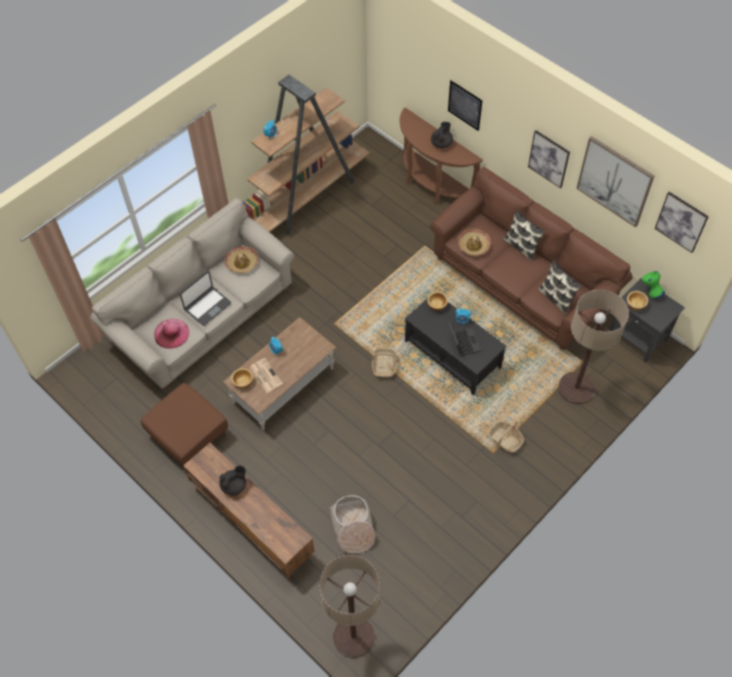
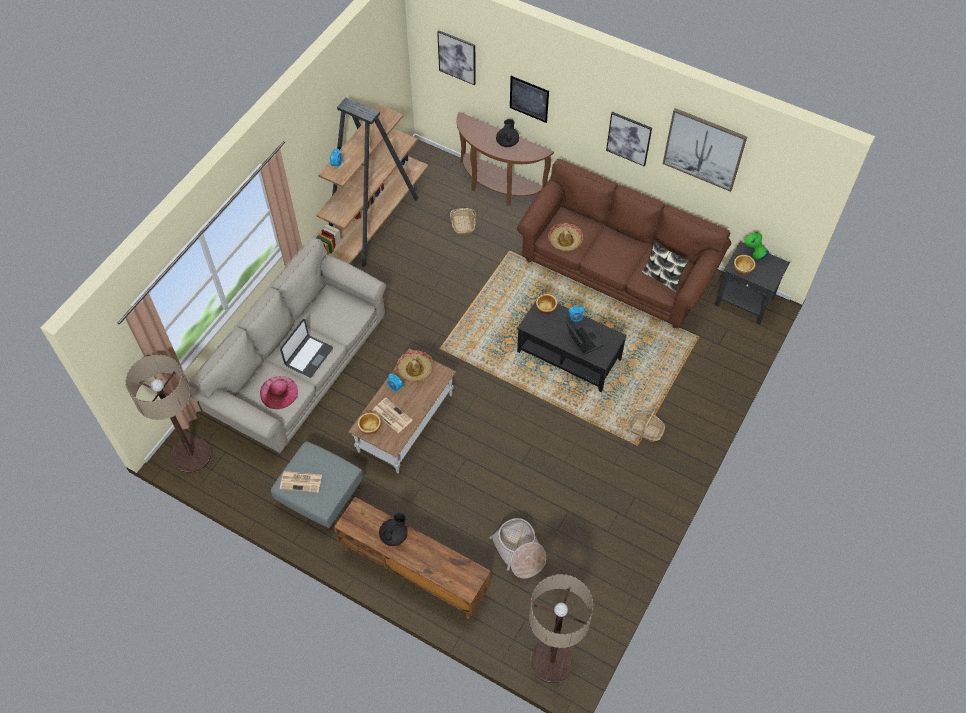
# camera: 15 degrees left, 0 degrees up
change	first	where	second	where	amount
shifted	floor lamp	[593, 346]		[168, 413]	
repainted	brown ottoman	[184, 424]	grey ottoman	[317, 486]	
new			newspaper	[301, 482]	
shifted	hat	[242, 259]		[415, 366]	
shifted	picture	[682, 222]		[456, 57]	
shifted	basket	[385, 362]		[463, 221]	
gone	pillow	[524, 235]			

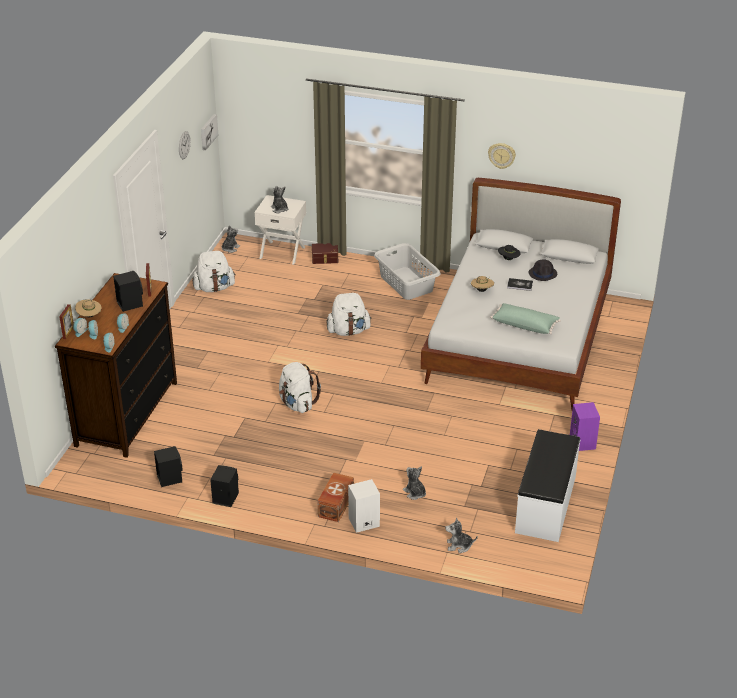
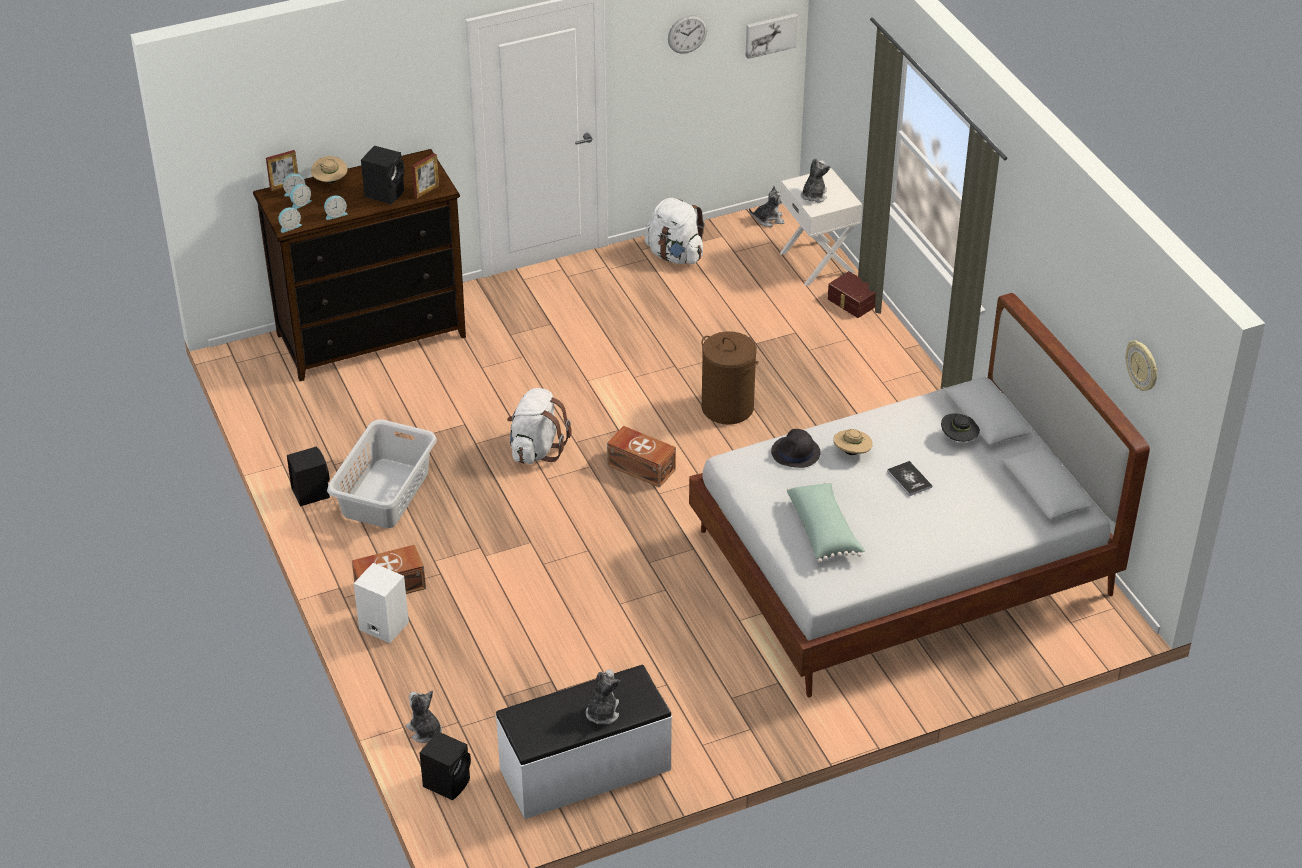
# camera: 50 degrees right, 5 degrees up
change	first	where	second	where	amount
shifted	grey laundry basket	[407, 271]		[382, 473]	
shifted	black speaker	[168, 466]		[445, 766]	
shifted	plush toy	[414, 483]		[603, 696]	
new			brown storage box	[641, 457]	
swapped	white backpack	[349, 314]	brown laundry basket	[730, 377]	
shifted	black hat	[543, 270]		[796, 448]	
shifted	wall clock	[502, 156]		[1142, 365]	
gone	purple speaker	[585, 426]			

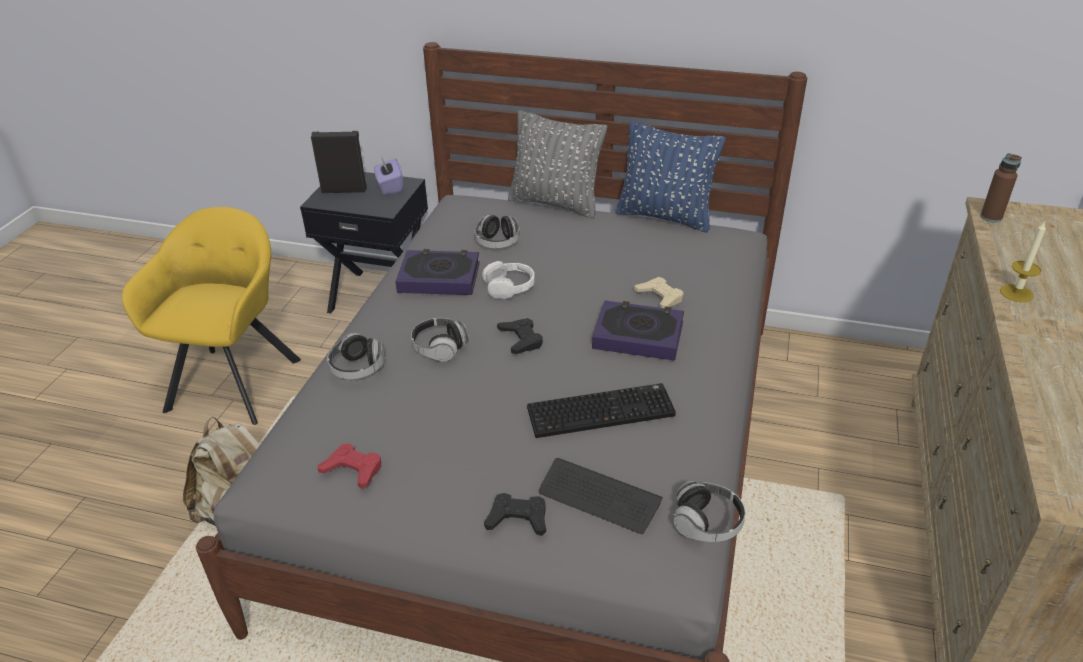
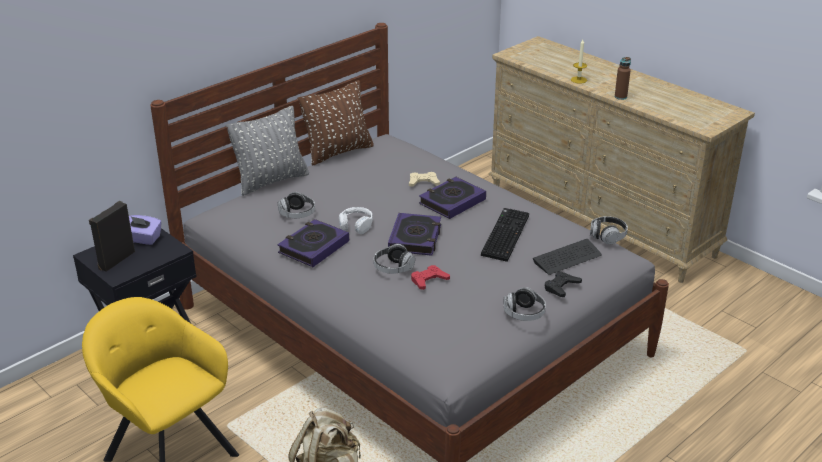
# camera: 60 degrees left, 5 degrees down
change	first	where	second	where	amount
repainted	blue pillow	[670, 176]	brown pillow	[335, 123]	
swapped	black game controller	[520, 336]	book	[414, 234]	
shifted	red game controller	[349, 466]		[430, 277]	
shifted	headphones	[355, 356]		[525, 304]	
shifted	brown bottle	[1001, 188]		[623, 78]	

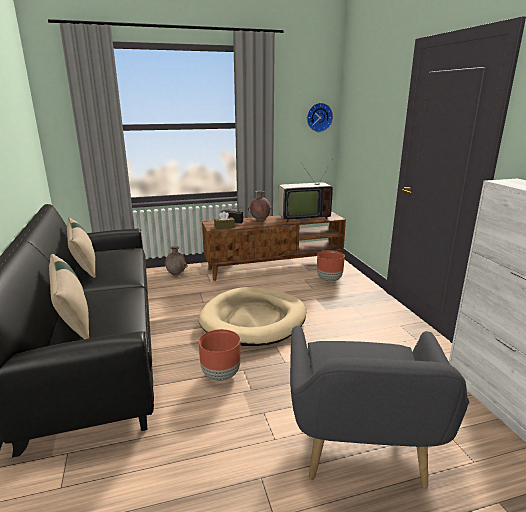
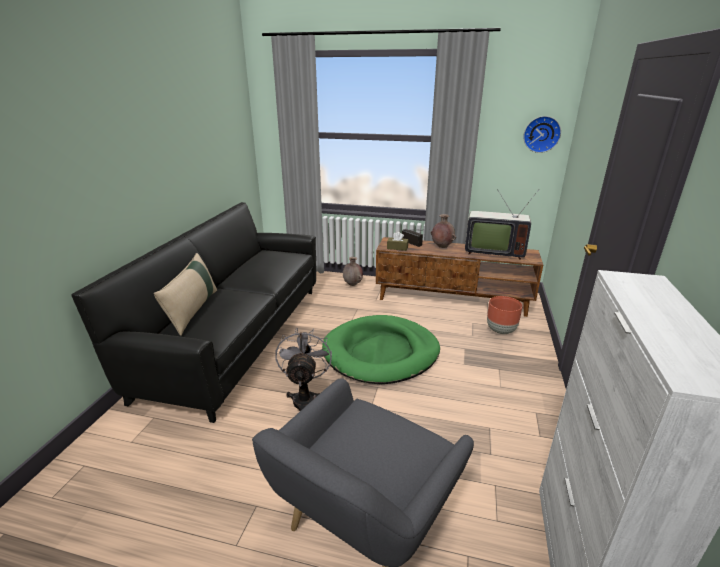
# camera: 30 degrees right, 5 degrees up
change	first	where	second	where	amount
swapped	brown planter	[220, 355]	grey fan	[303, 369]	
repainted	beige dog bed	[252, 316]	green dog bed	[381, 349]	
gone	beige pillow	[81, 248]			

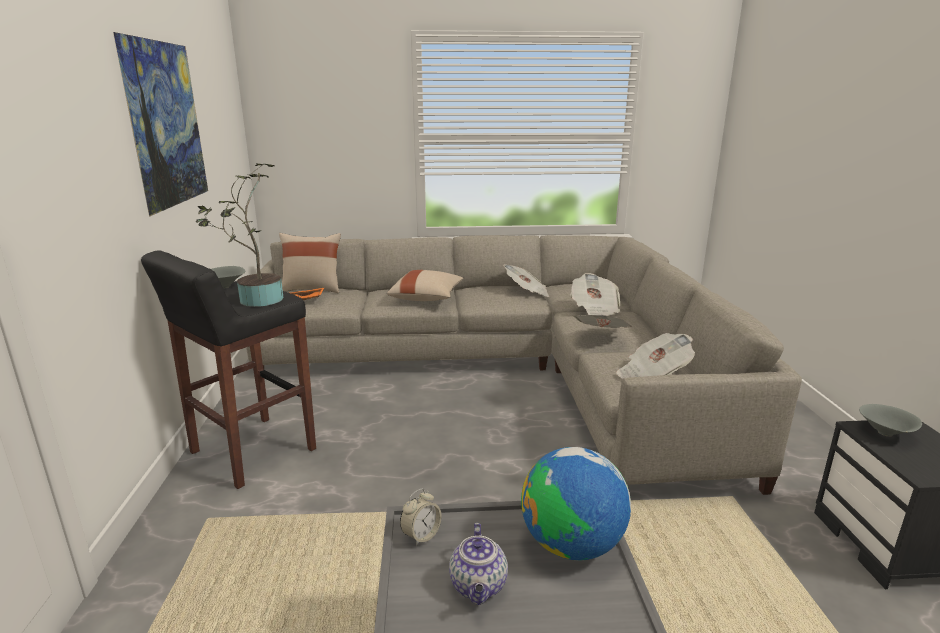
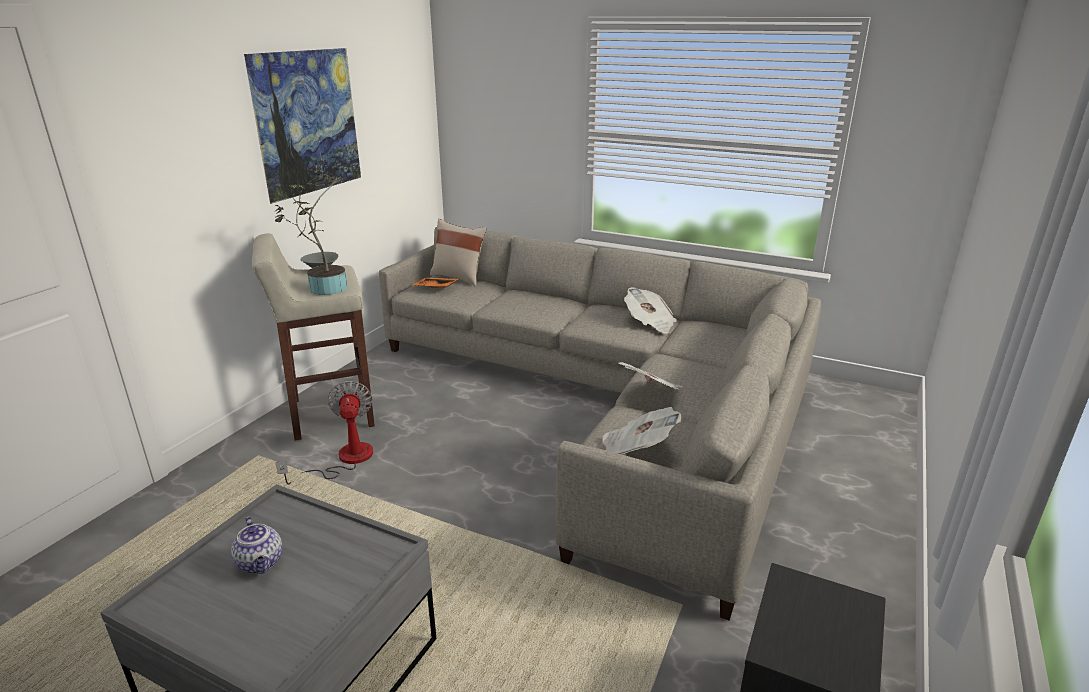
# camera: 30 degrees right, 5 degrees up
change	first	where	second	where	amount
rotated	teapot	[478, 564]		[256, 545]	60 degrees counterclockwise
repainted	black stool	[228, 369]	beige stool	[313, 336]	
new			fan	[324, 432]	
gone	beige pillow	[425, 285]			
gone	alarm clock	[421, 517]			
gone	globe	[576, 503]			
gone	newspaper	[595, 294]			
gone	grey bowl	[890, 420]			

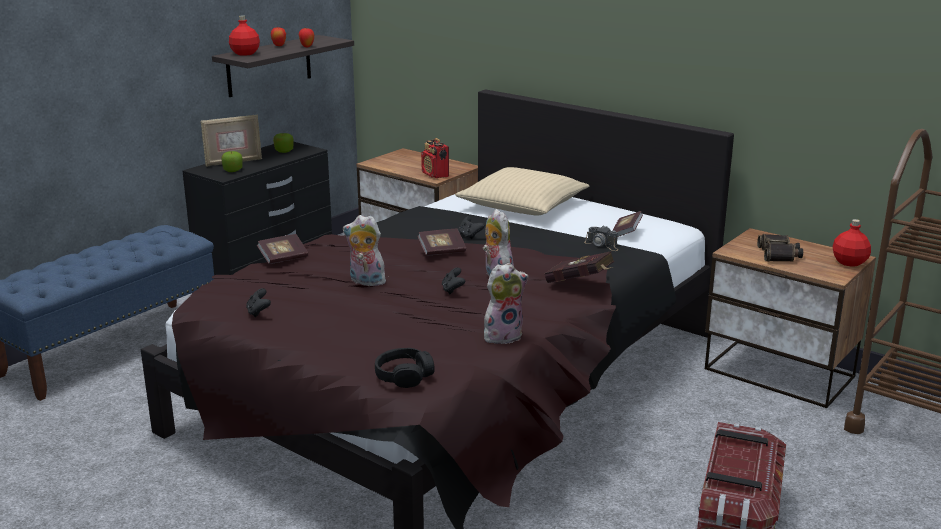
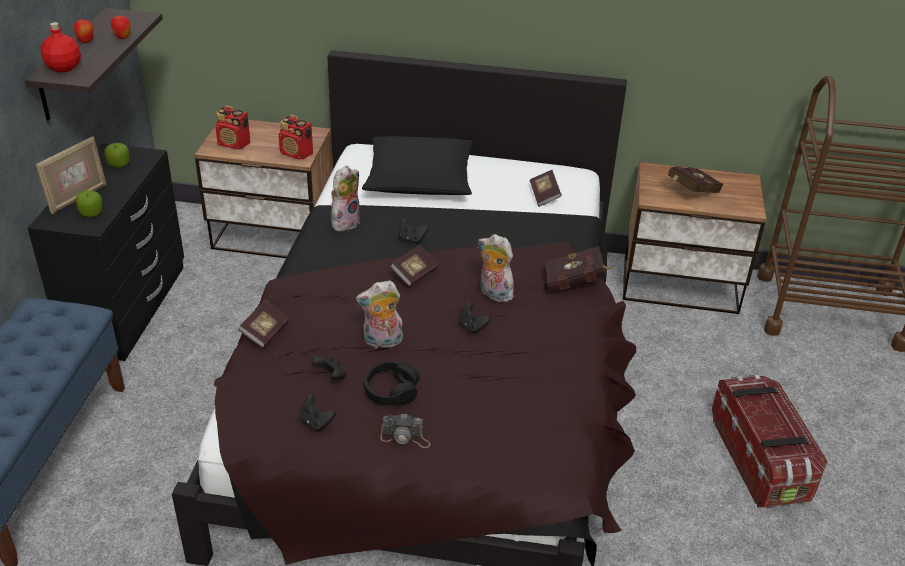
# camera: 30 degrees left, 15 degrees up
change	first	where	second	where	amount
new			radio	[233, 127]	
new			black game controller	[329, 368]	
shifted	plush toy	[506, 303]		[345, 199]	
repainted	beige pillow	[522, 191]	black pillow	[417, 165]	
shifted	black headphones	[405, 368]		[391, 384]	
shifted	photo camera	[601, 238]		[405, 430]	
swapped	binoculars	[780, 248]	red book	[696, 179]	
gone	red bottle	[852, 243]			

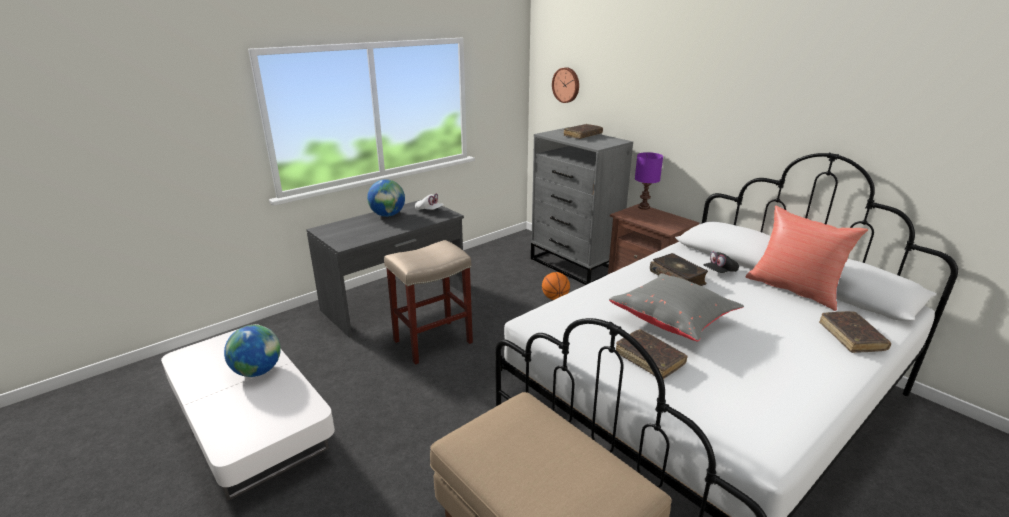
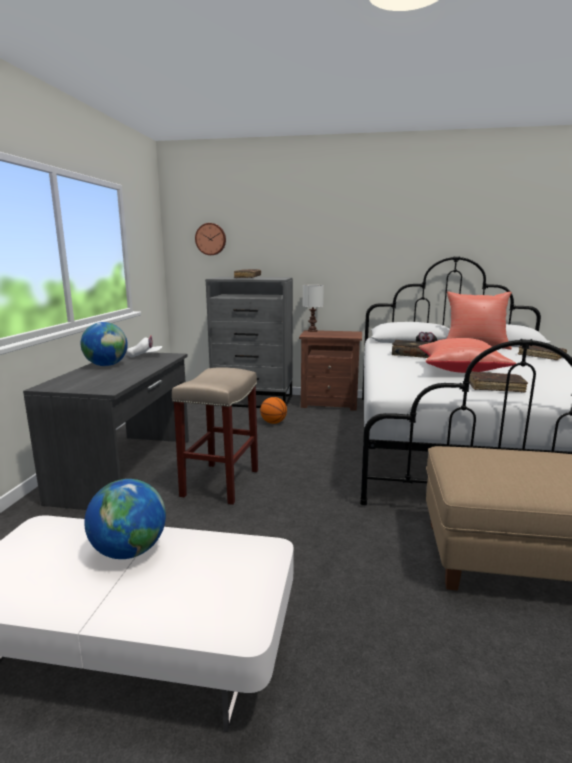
# camera: 40 degrees left, 10 degrees down
change	first	where	second	where	amount
repainted	purple table lamp	[649, 181]	white table lamp	[313, 308]	
repainted	grey pillow	[676, 307]	red pillow	[467, 355]	

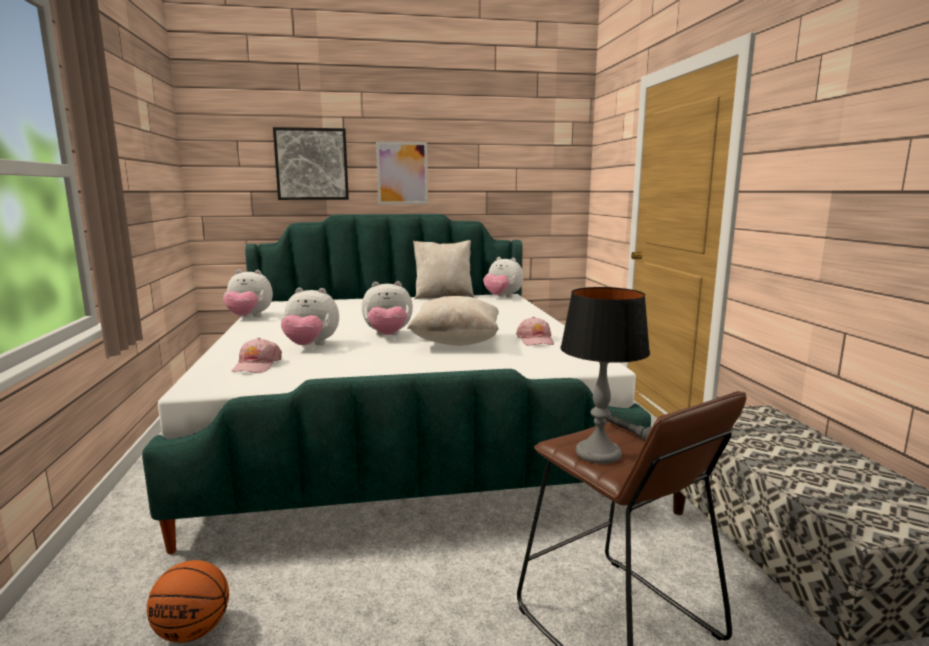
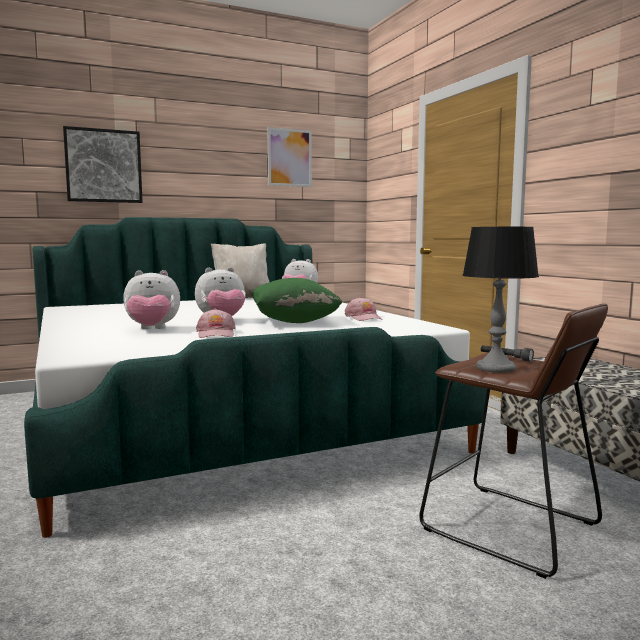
# camera: 15 degrees left, 5 degrees down
change	first	where	second	where	amount
shifted	pink cap	[257, 355]		[216, 323]	
repainted	beige pillow	[453, 321]	green pillow	[296, 300]	
shifted	picture	[402, 173]		[289, 157]	
gone	basketball	[188, 601]			
gone	plush toy	[248, 293]			

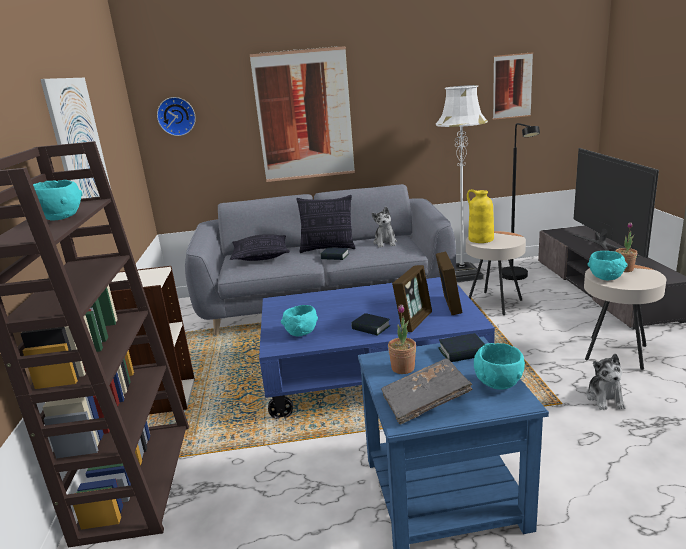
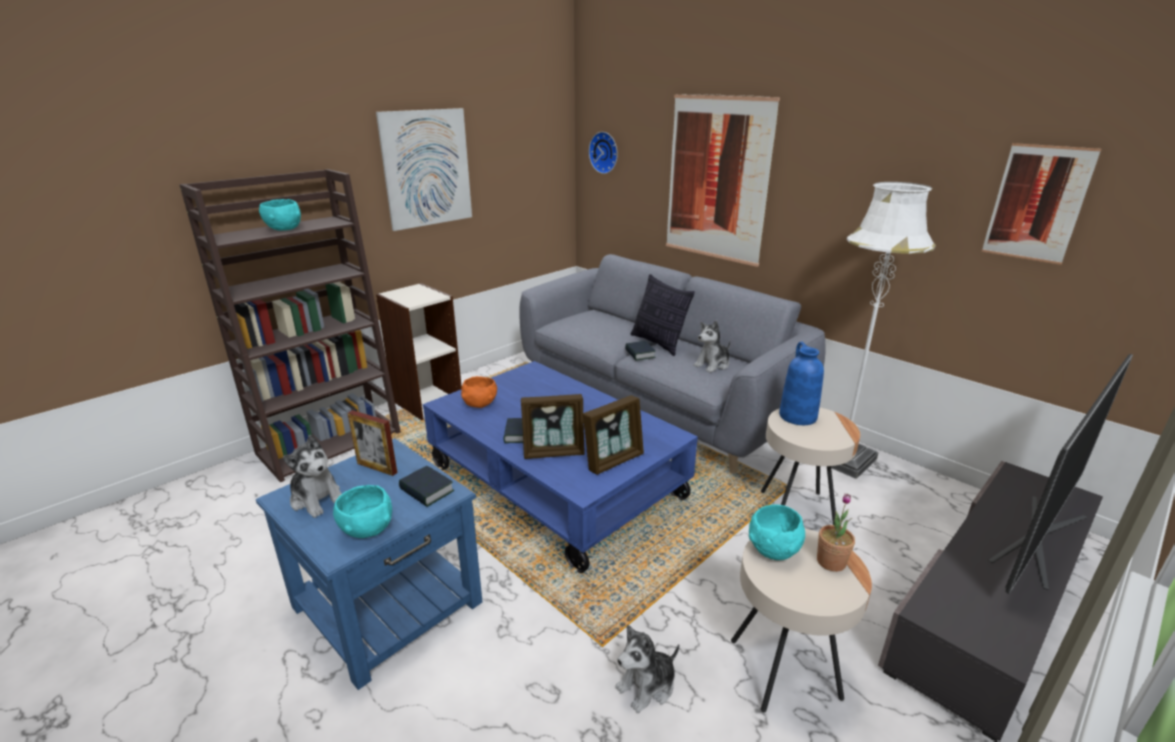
# camera: 50 degrees right, 5 degrees up
change	first	where	second	where	amount
swapped	grey book	[426, 391]	plush toy	[312, 476]	
swapped	potted plant	[402, 339]	picture frame	[372, 443]	
repainted	turquoise bowl	[299, 320]	orange bowl	[479, 392]	
repainted	yellow vase	[480, 216]	blue vase	[801, 383]	
gone	pillow	[260, 247]			
gone	black floor lamp	[521, 201]			

